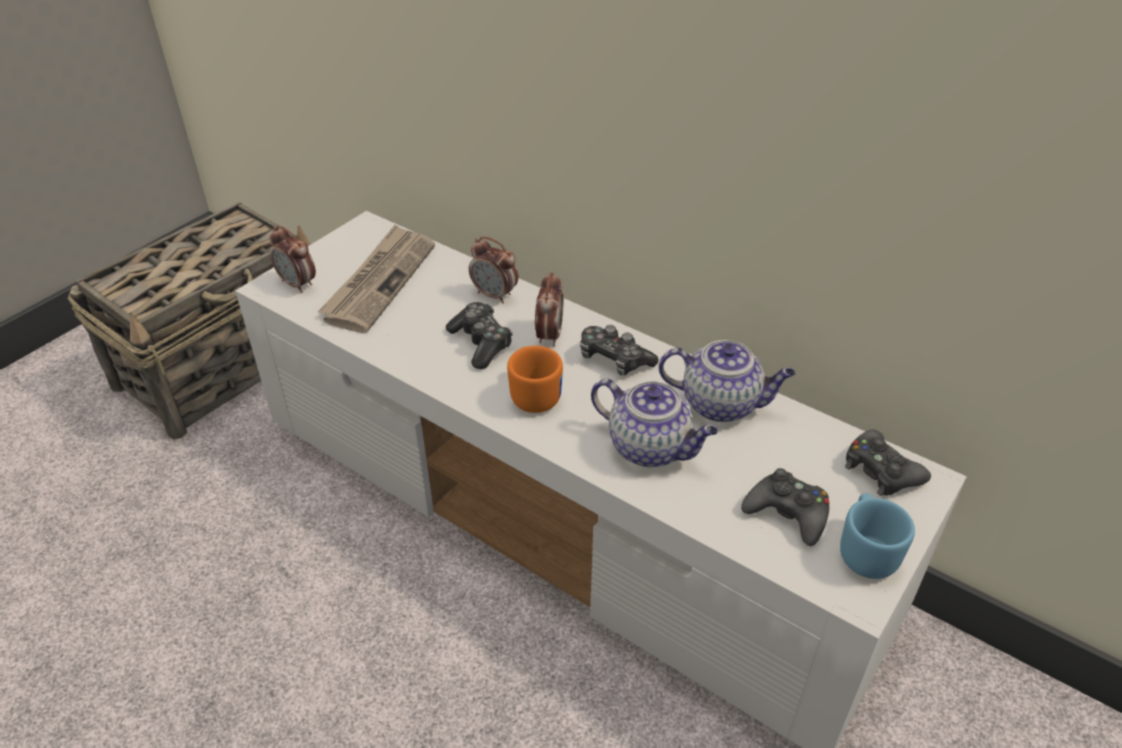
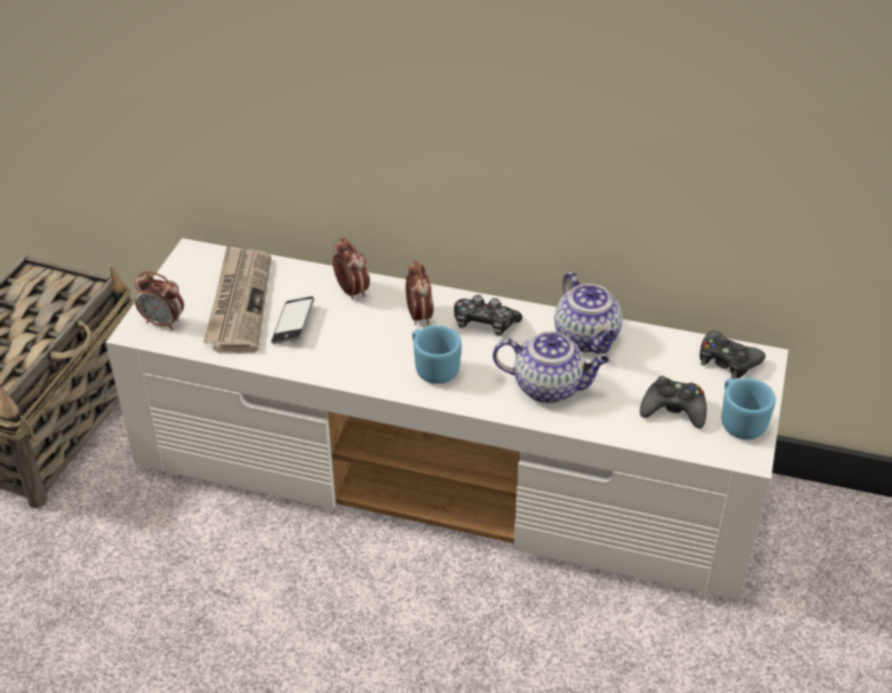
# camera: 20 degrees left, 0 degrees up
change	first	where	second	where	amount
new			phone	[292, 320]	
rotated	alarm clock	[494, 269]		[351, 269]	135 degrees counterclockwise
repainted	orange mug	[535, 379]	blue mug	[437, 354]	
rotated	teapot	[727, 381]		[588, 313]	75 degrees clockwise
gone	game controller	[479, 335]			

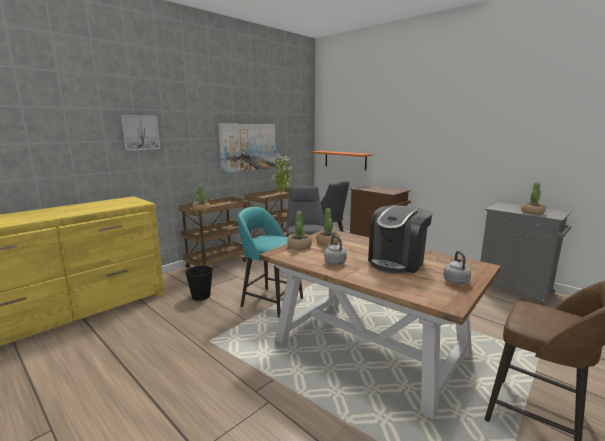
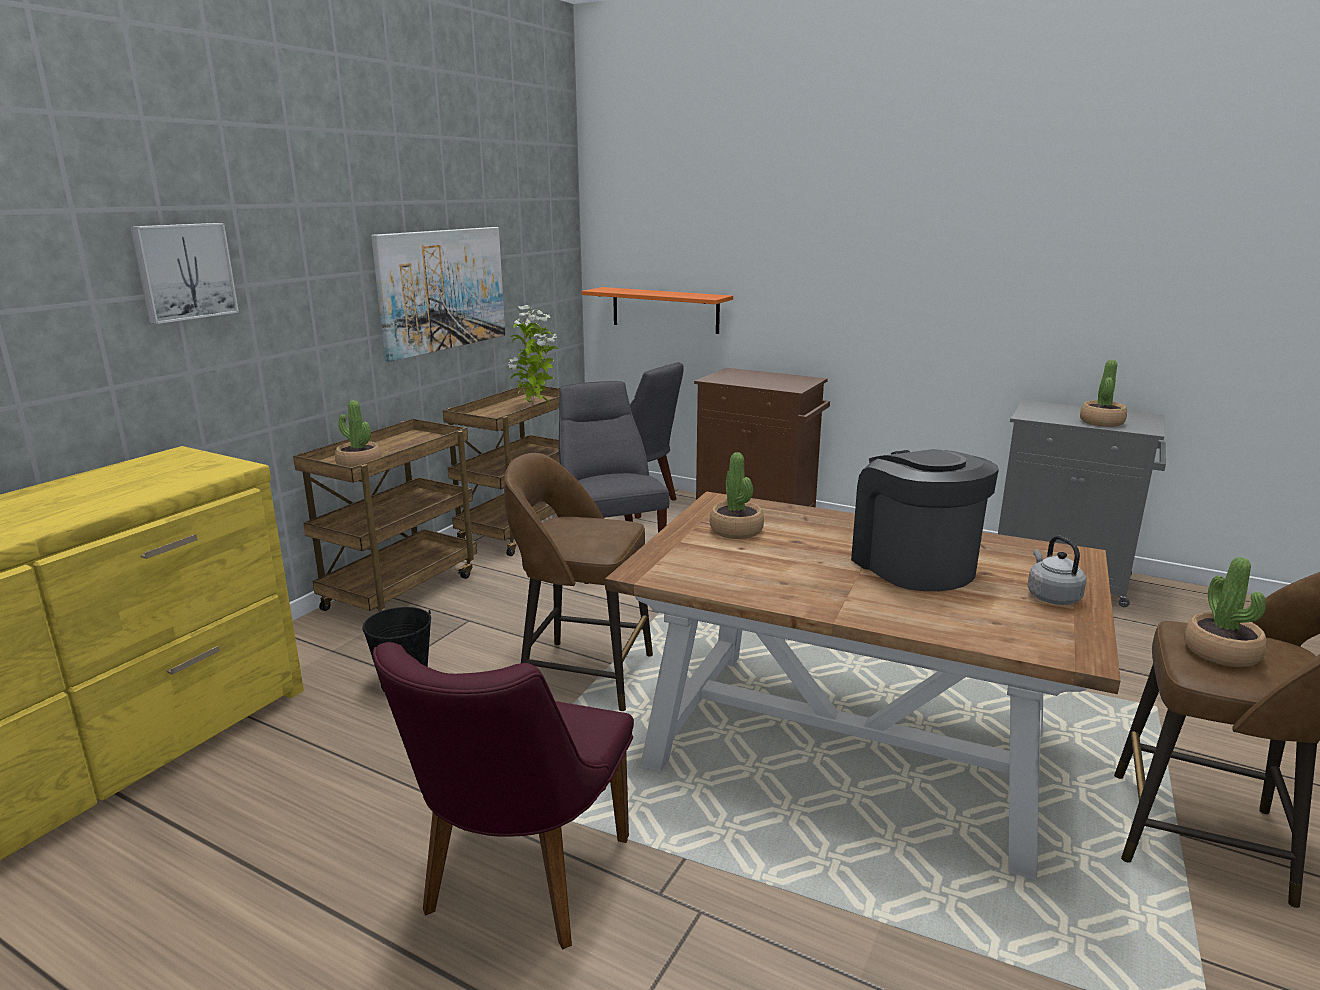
# camera: 15 degrees left, 5 degrees up
change	first	where	second	where	amount
new			purple chair	[503, 796]	
repainted	turquoise stool	[270, 262]	brown stool	[578, 582]	
rotated	coffee machine	[400, 239]		[925, 520]	135 degrees clockwise
shifted	potted plant	[299, 230]		[1225, 612]	
gone	grey kettle	[335, 250]			

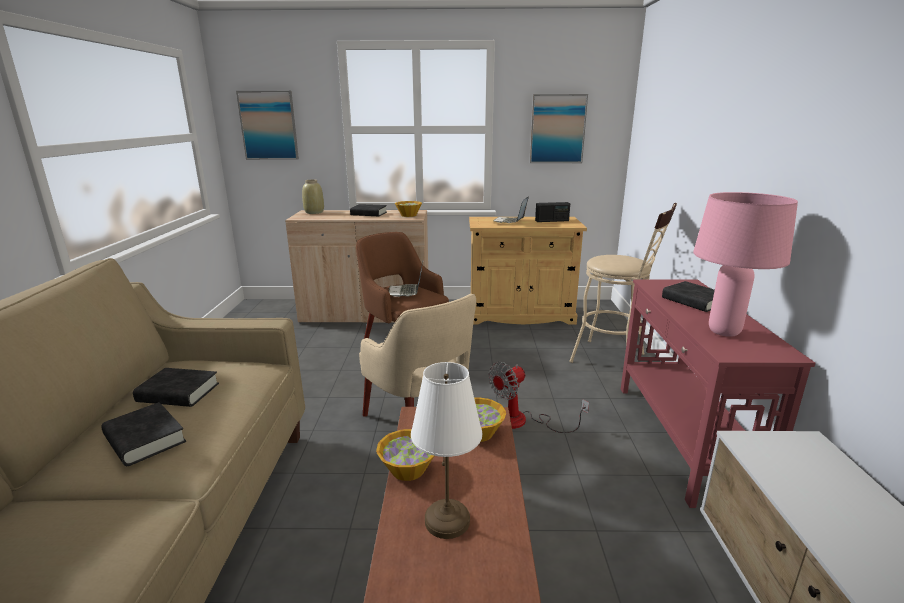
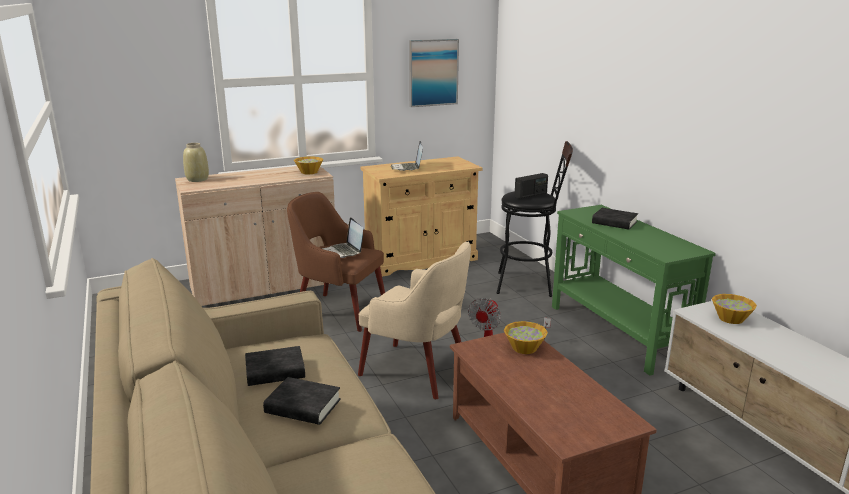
# camera: 25 degrees left, 0 degrees up
change	first	where	second	where	amount
repainted	beige stool	[623, 283]	black stool	[534, 219]	
shifted	radio	[552, 212]		[531, 186]	
repainted	red console table	[718, 393]	green console table	[634, 290]	
shifted	bowl	[405, 455]		[734, 309]	
gone	picture	[267, 125]			
gone	black book	[368, 210]			
gone	white table lamp	[446, 450]			
gone	pink table lamp	[745, 264]			

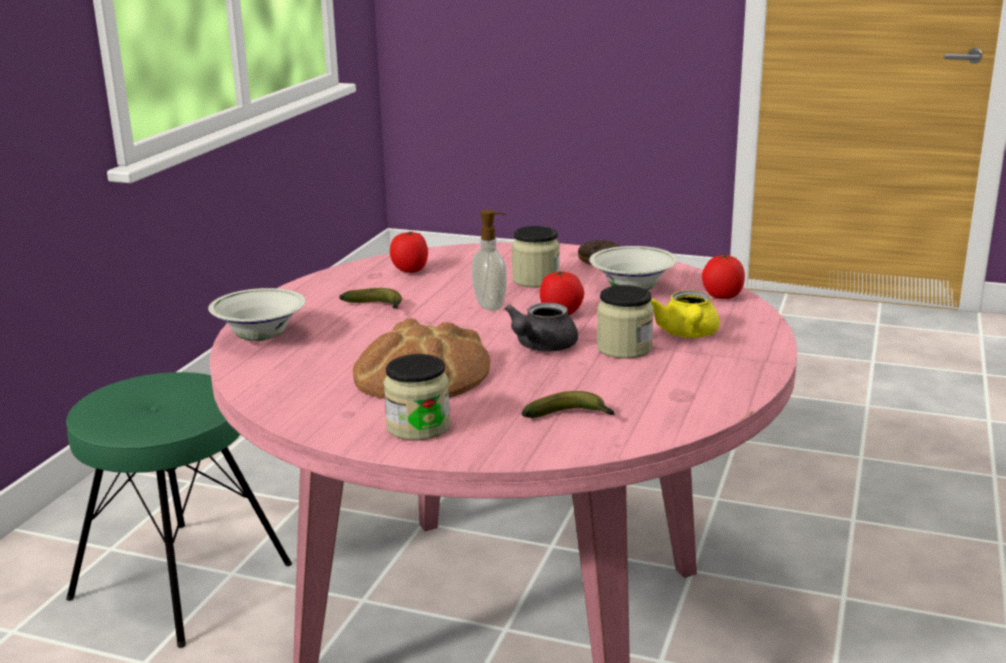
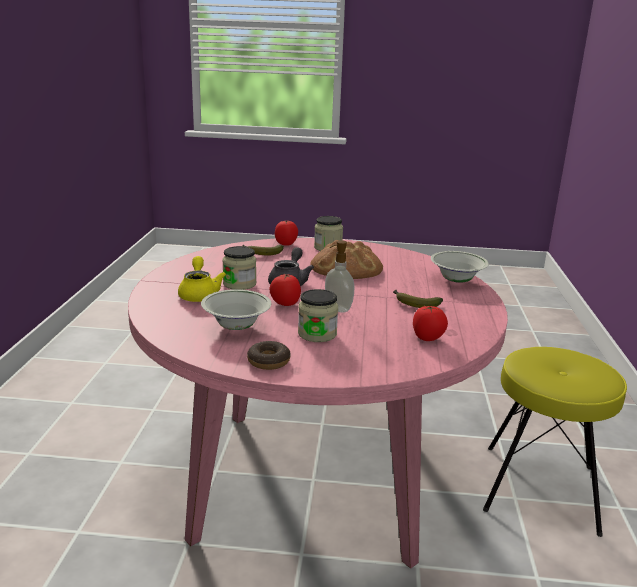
# camera: 165 degrees right, 0 degrees up
change	first	where	second	where	amount
shifted	tomato	[723, 276]		[286, 232]	
repainted	green stool	[179, 510]	yellow stool	[555, 442]	

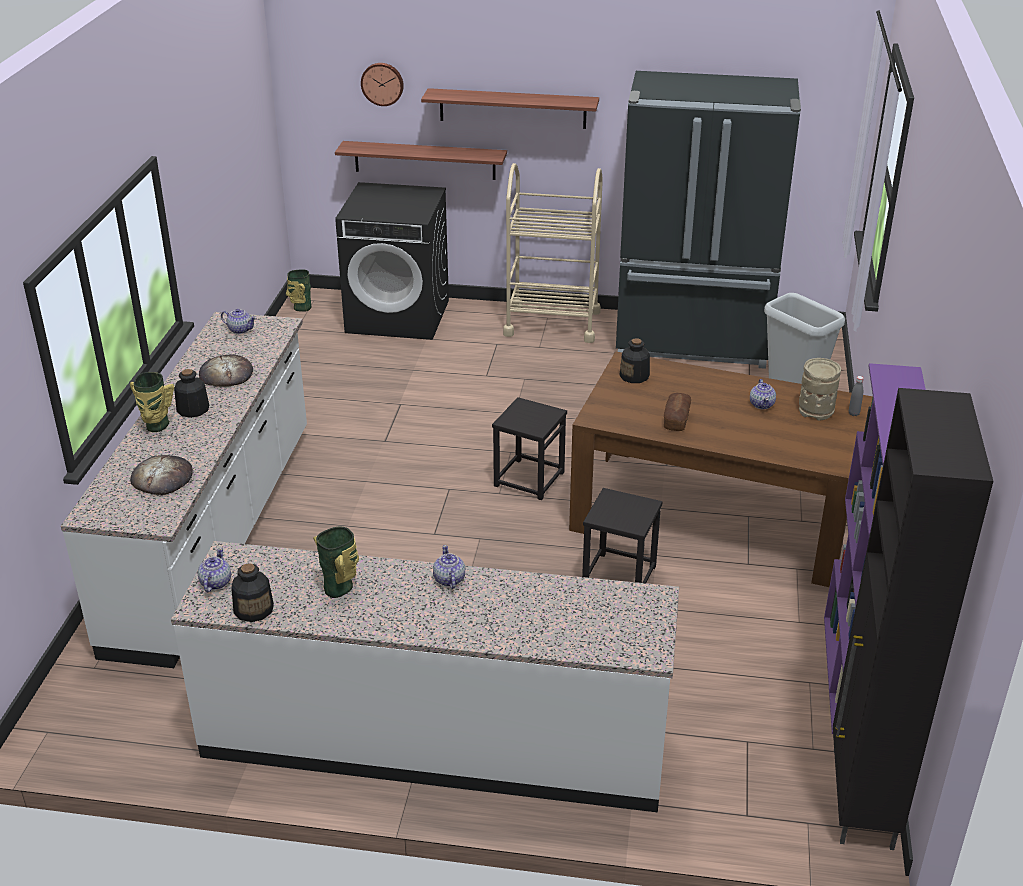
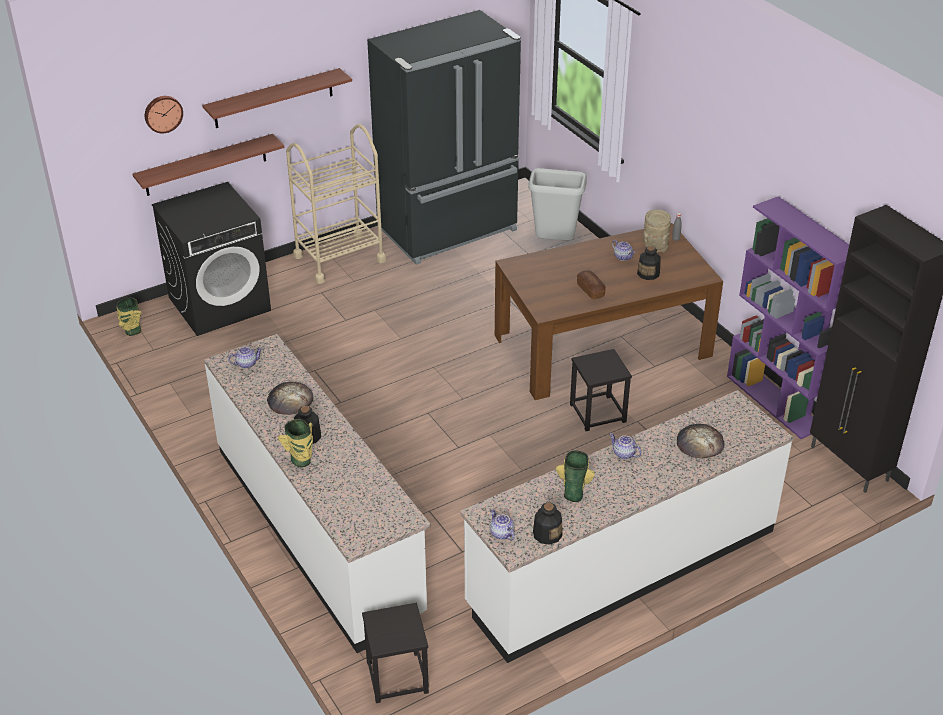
# camera: 40 degrees left, 5 degrees up
change	first	where	second	where	amount
shifted	black stool	[529, 448]		[395, 653]	
shifted	bottle	[634, 360]		[649, 263]	
shifted	bread	[161, 475]		[701, 441]	

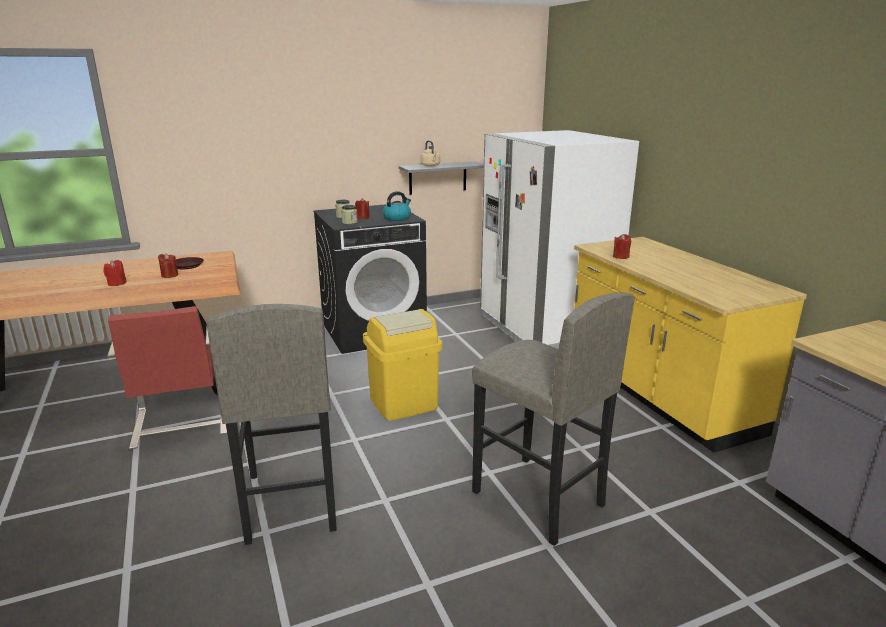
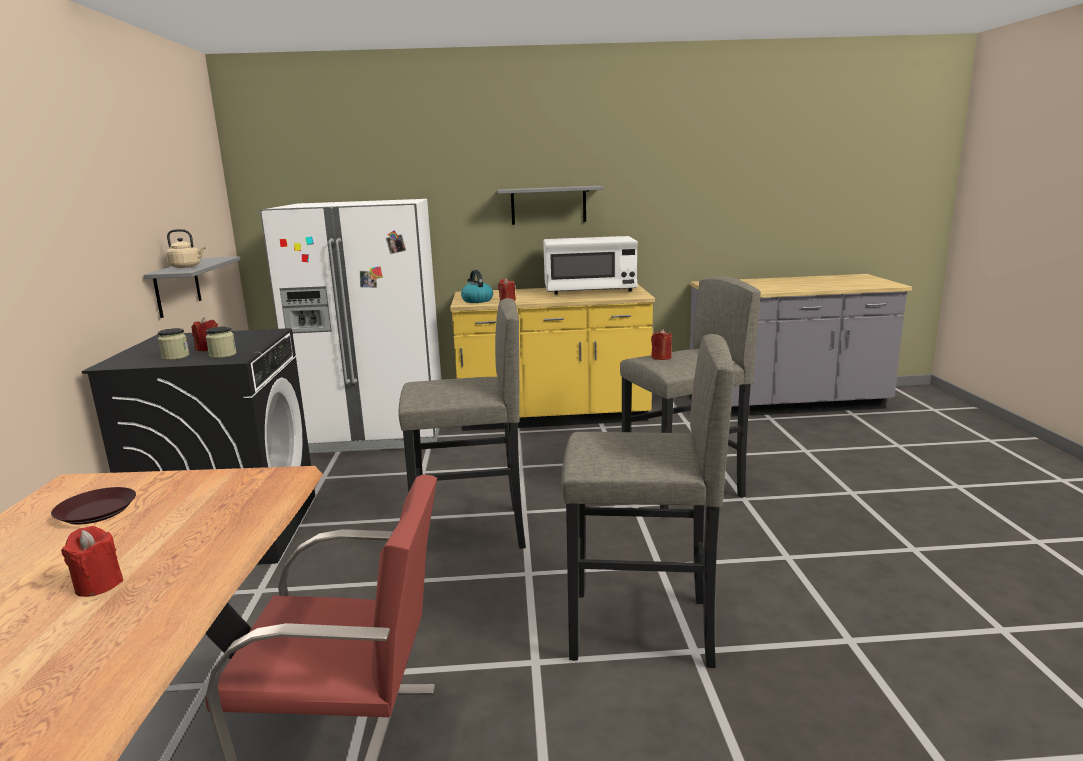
# camera: 70 degrees left, 5 degrees down
change	first	where	second	where	amount
swapped	yellow trash can	[402, 365]	grey stool	[462, 423]	
shifted	kettle	[397, 206]		[477, 286]	
new			grey shelf	[550, 205]	
new			white microwave	[590, 265]	
shifted	red candle	[168, 265]		[661, 344]	

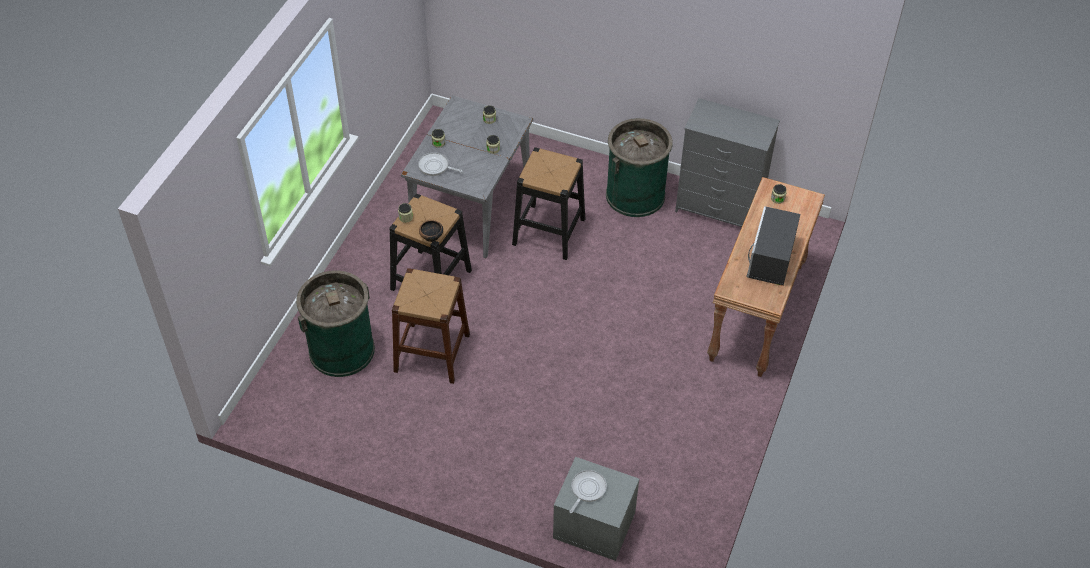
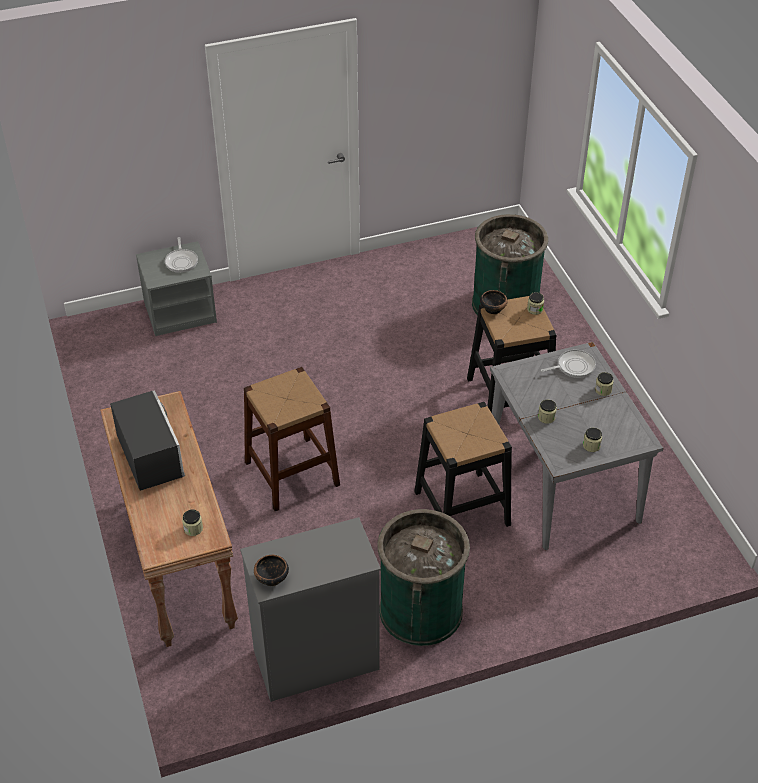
# camera: 140 degrees right, 5 degrees down
change	first	where	second	where	amount
shifted	brown stool	[431, 326]		[292, 439]	
new			bowl	[271, 570]	

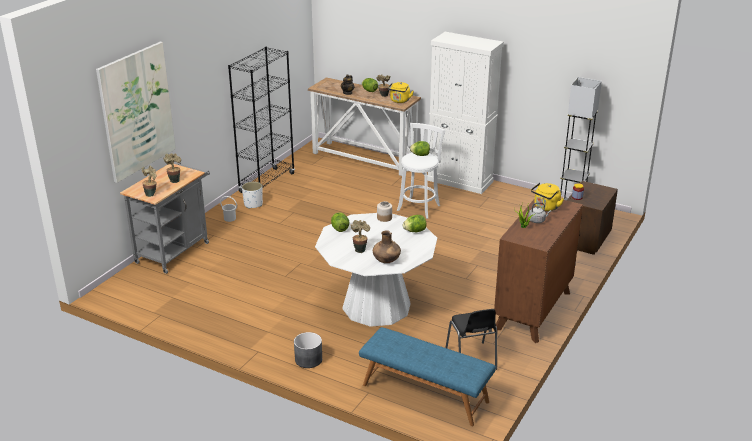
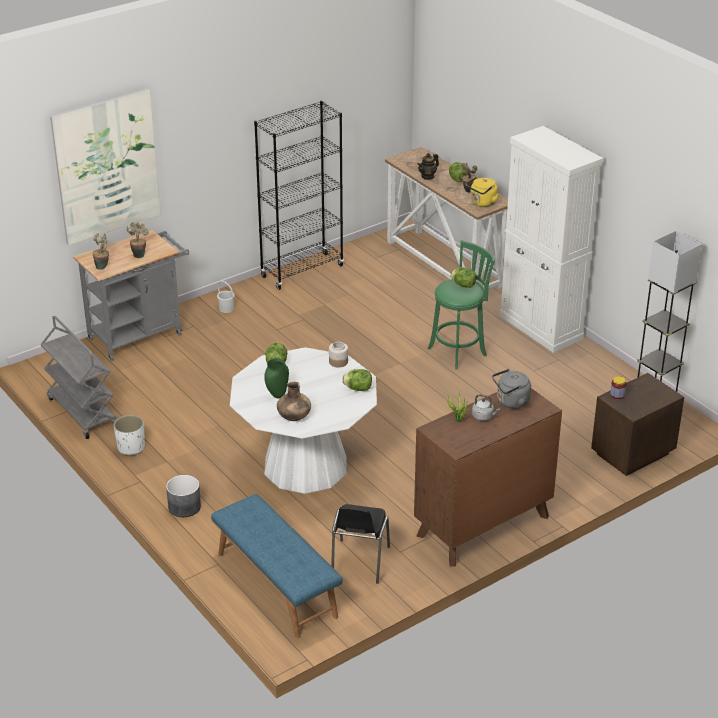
# camera: 25 degrees right, 5 degrees up
change	first	where	second	where	amount
new			grey cart	[79, 377]	
shifted	white planter	[252, 195]		[129, 435]	
swapped	potted plant	[360, 236]	green vase	[276, 378]	
repainted	white stool	[421, 171]	green stool	[461, 304]	
repainted	yellow kettle	[547, 197]	grey kettle	[511, 389]	

